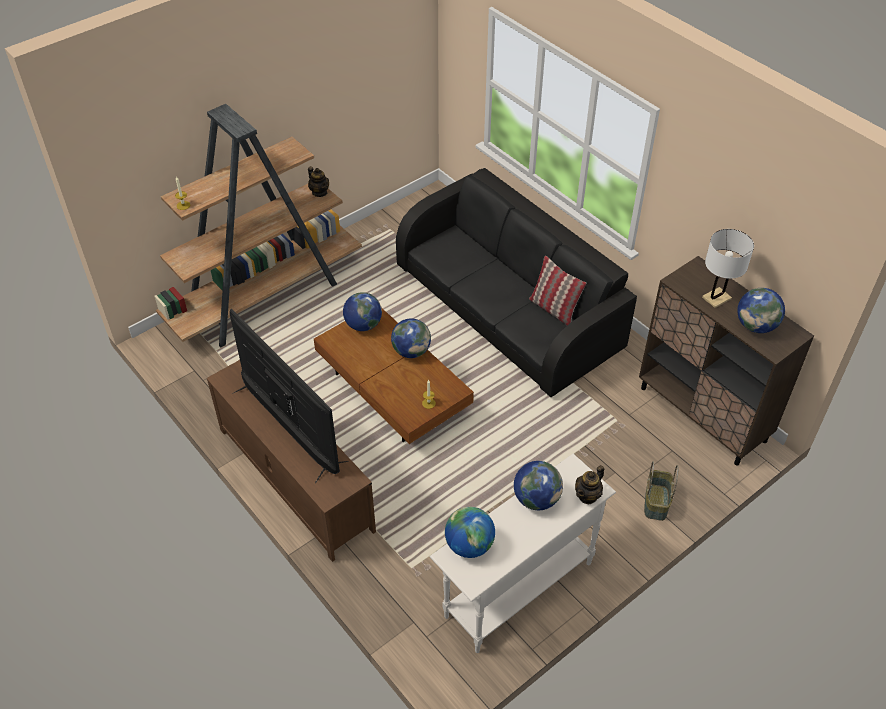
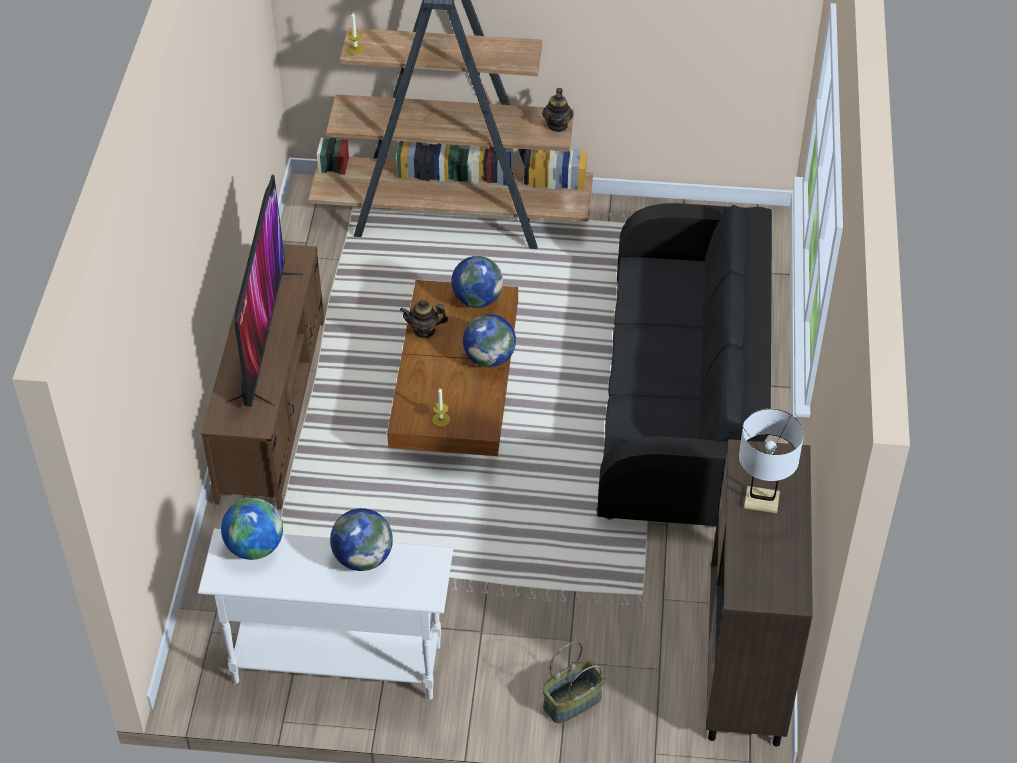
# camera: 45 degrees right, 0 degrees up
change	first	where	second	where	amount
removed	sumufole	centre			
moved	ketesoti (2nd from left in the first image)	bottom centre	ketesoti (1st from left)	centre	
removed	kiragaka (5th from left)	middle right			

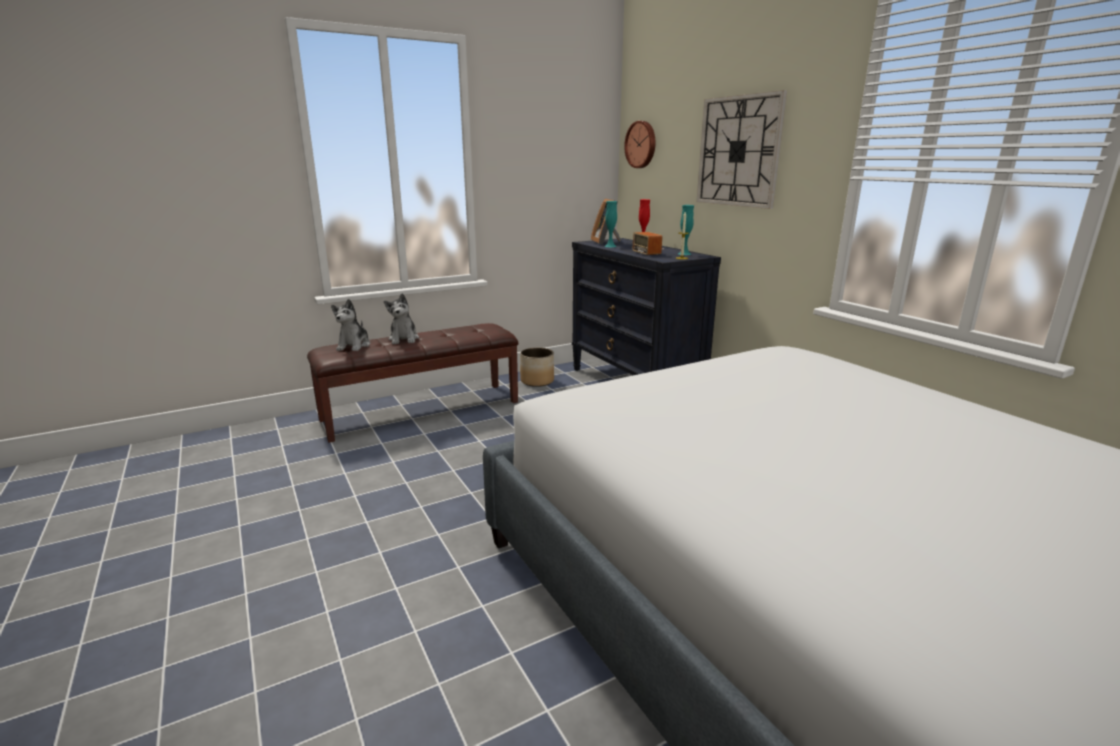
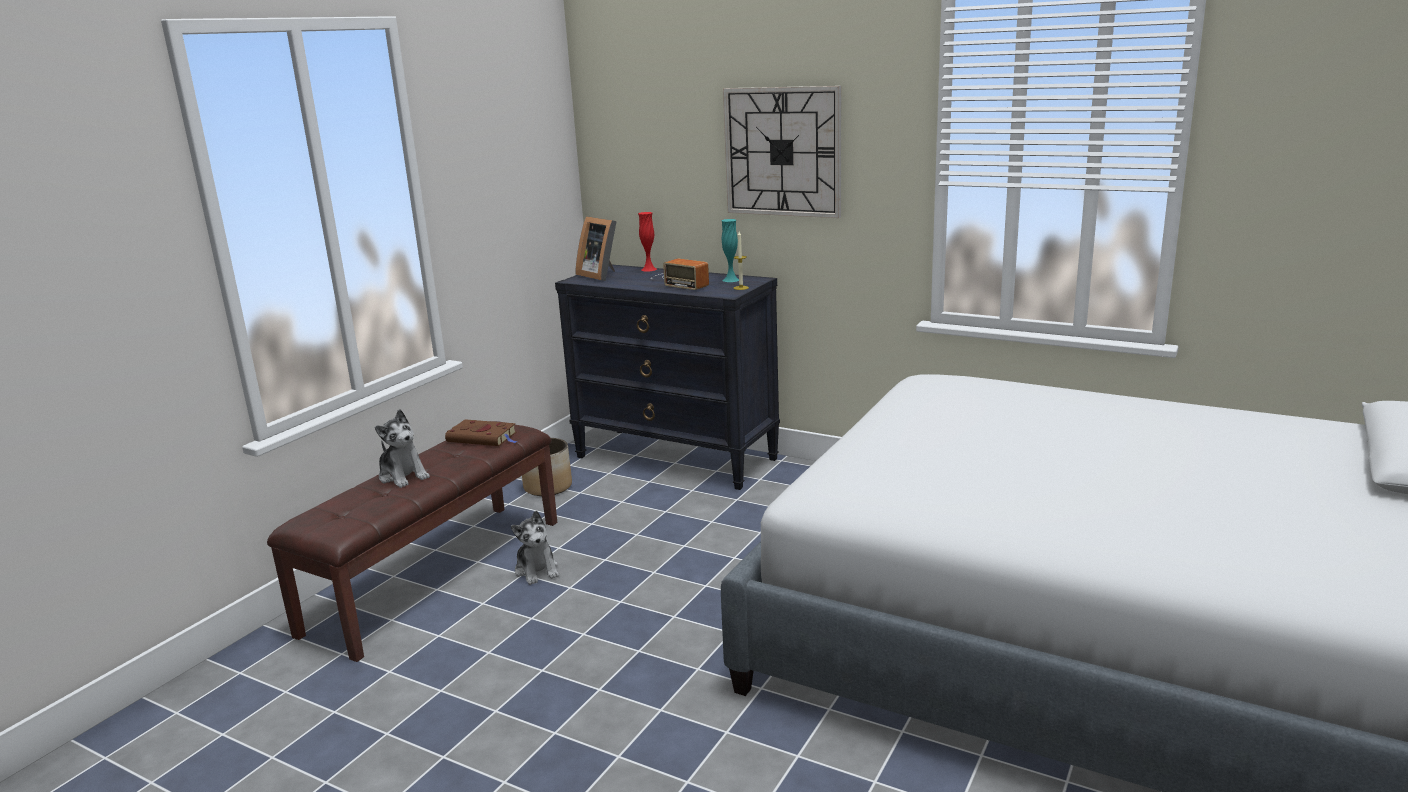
# camera: 30 degrees left, 0 degrees up
change	first	where	second	where	amount
moved	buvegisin (1st from left in the first image)	middle left	buvegisin (2nd from left)	bottom centre	
removed	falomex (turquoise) (1st from left)	top centre			
removed	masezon (1st from left)	top centre			
added			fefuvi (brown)	centre	

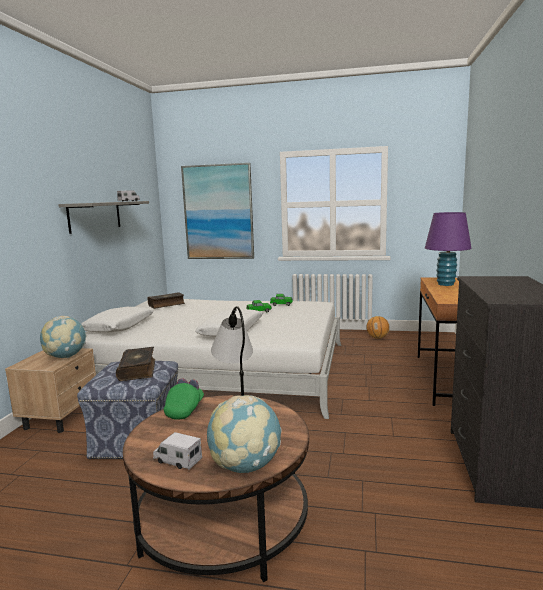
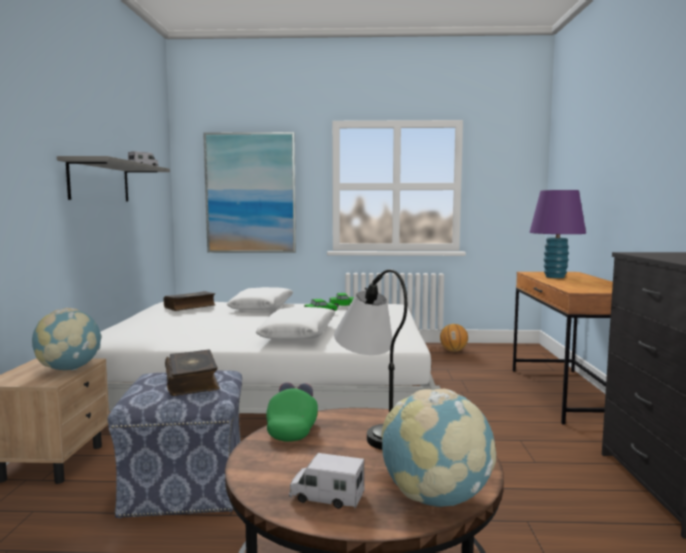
# camera: 10 degrees left, 5 degrees down
change	first	where	second	where	amount
moved	sumufole (white) (1st from left)	middle left		centre	

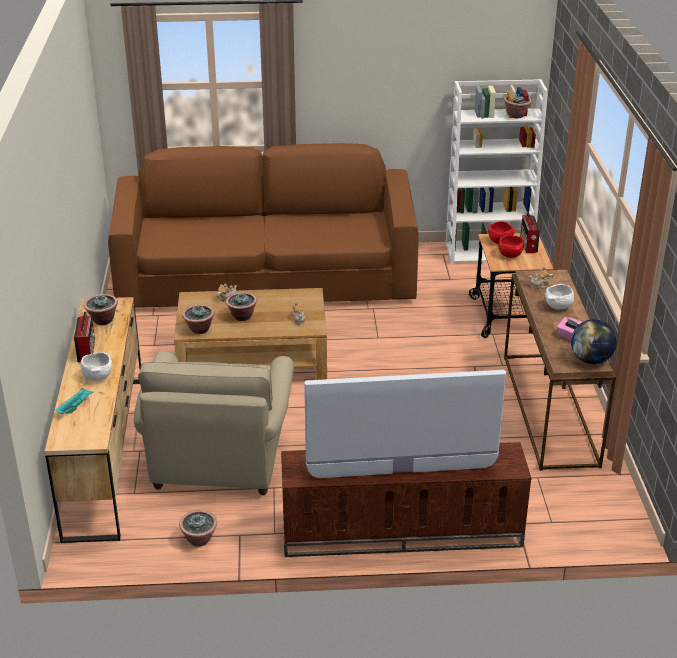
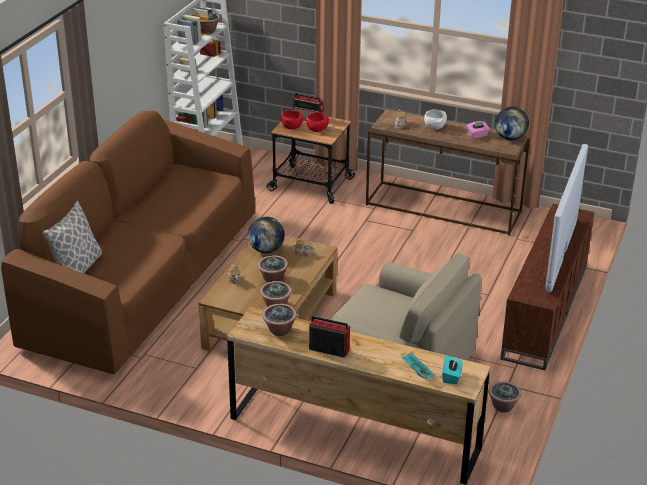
# camera: 65 degrees left, 0 degrees up
change	first	where	second	where	amount
removed	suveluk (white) (1st from left)	middle left			
added			sumufole	middle left	
added			kiragaka (1st from left)	centre	
added			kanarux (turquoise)	bottom right	

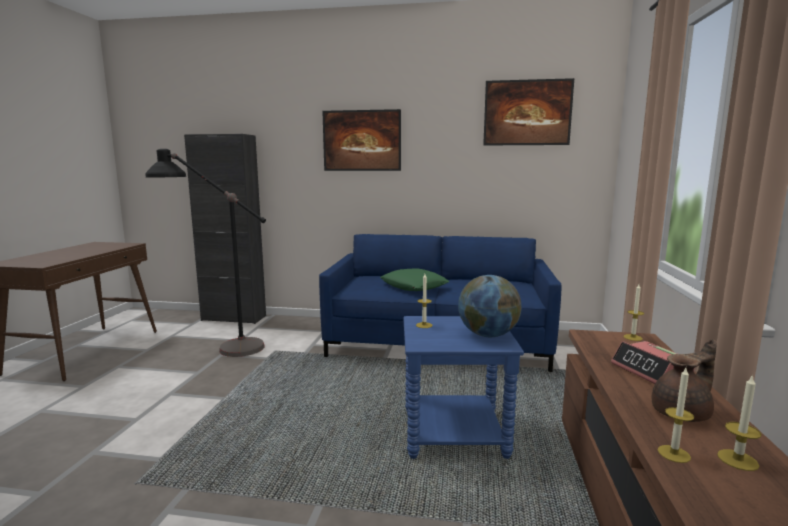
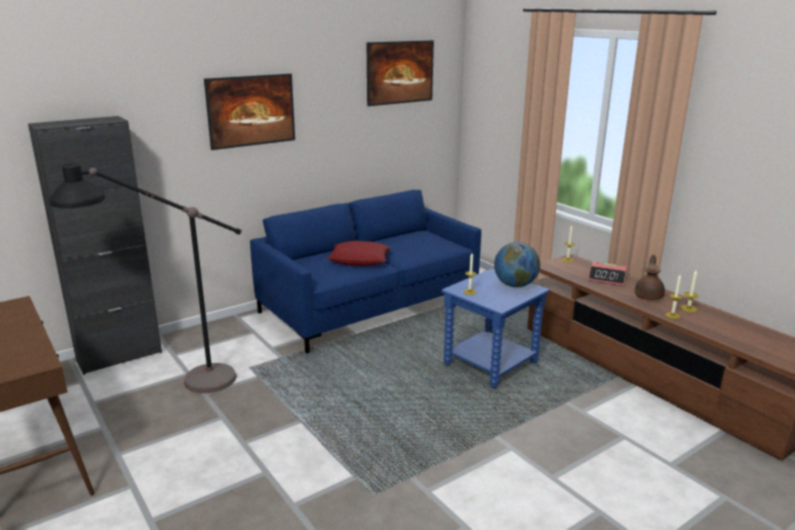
# camera: 45 degrees left, 10 degrees up
change	first	where	second	where	amount
recoloured	sumufole (green)	centre	sumufole (red)	centre	

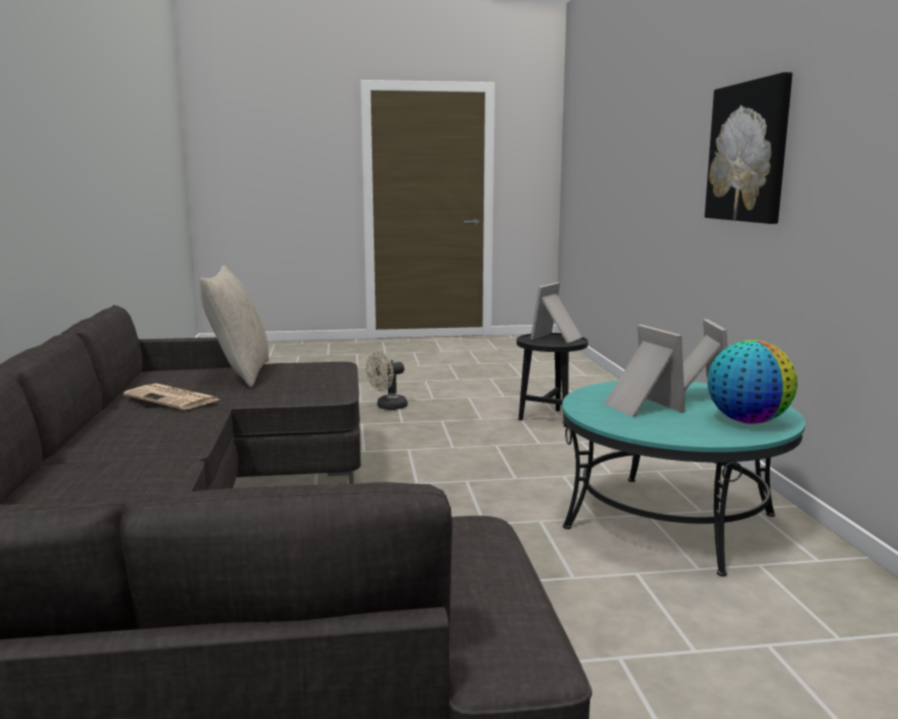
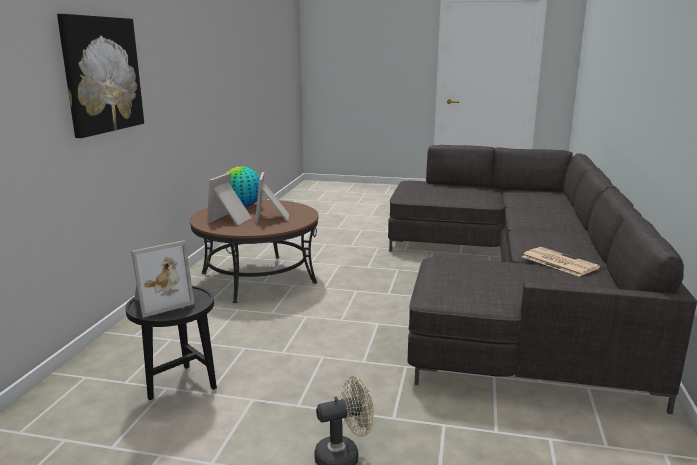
# camera: 160 degrees left, 5 degrees up
change	first	where	second	where	amount
removed	sumufole (beige)	middle left			
recoloured	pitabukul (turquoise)	middle right	pitabukul (brown)	centre	

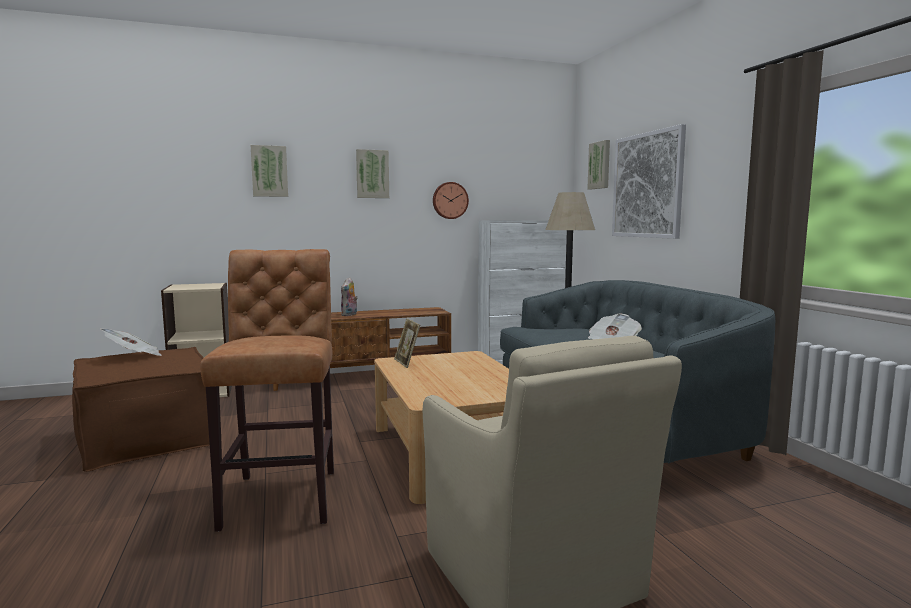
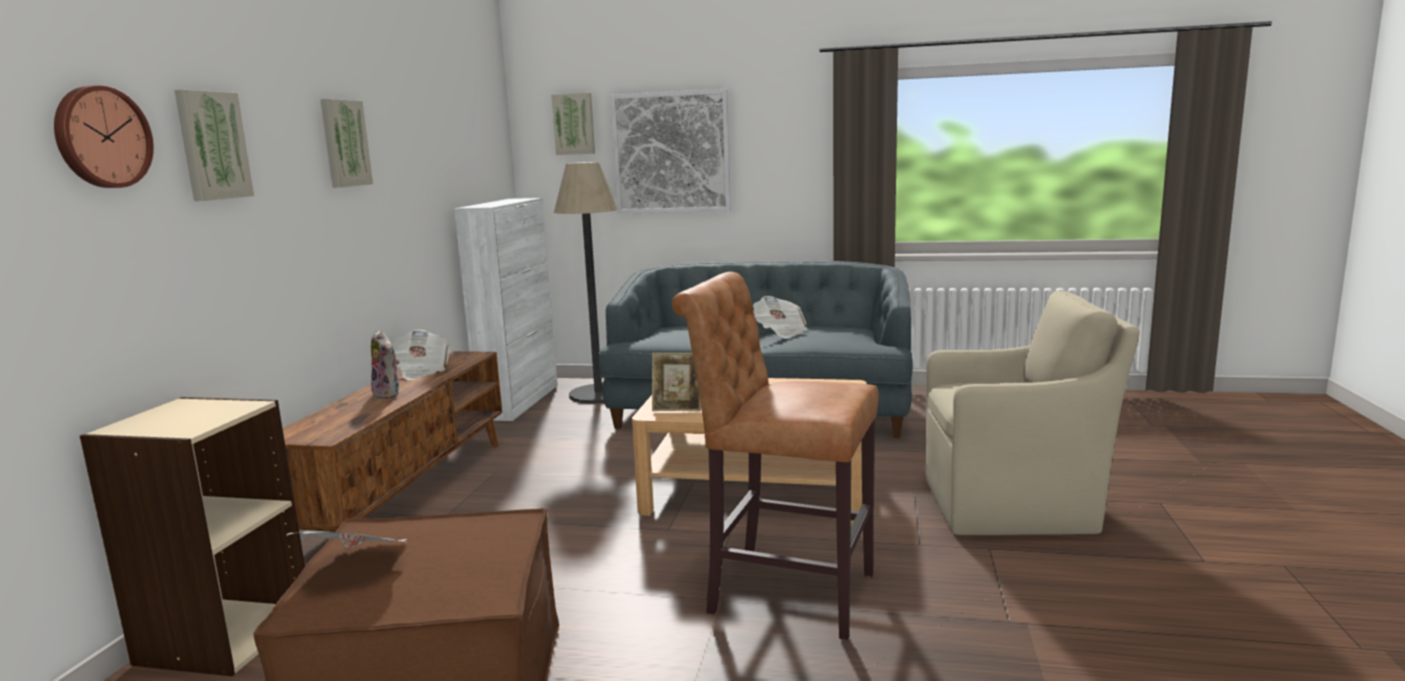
# camera: 60 degrees left, 5 degrees up
change	first	where	second	where	amount
moved	masezon	top centre		top left	
added			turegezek (2nd from left)	middle left	

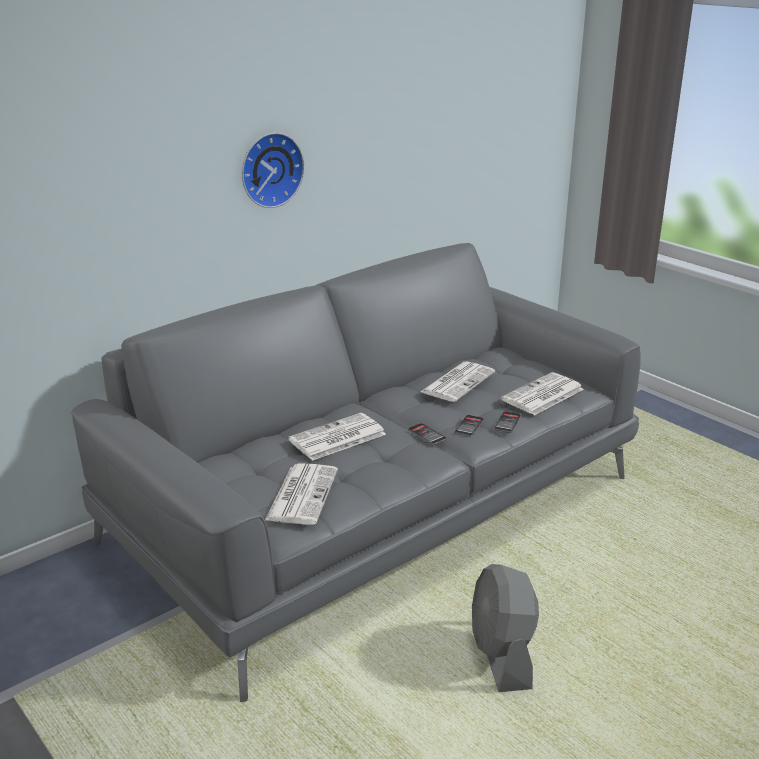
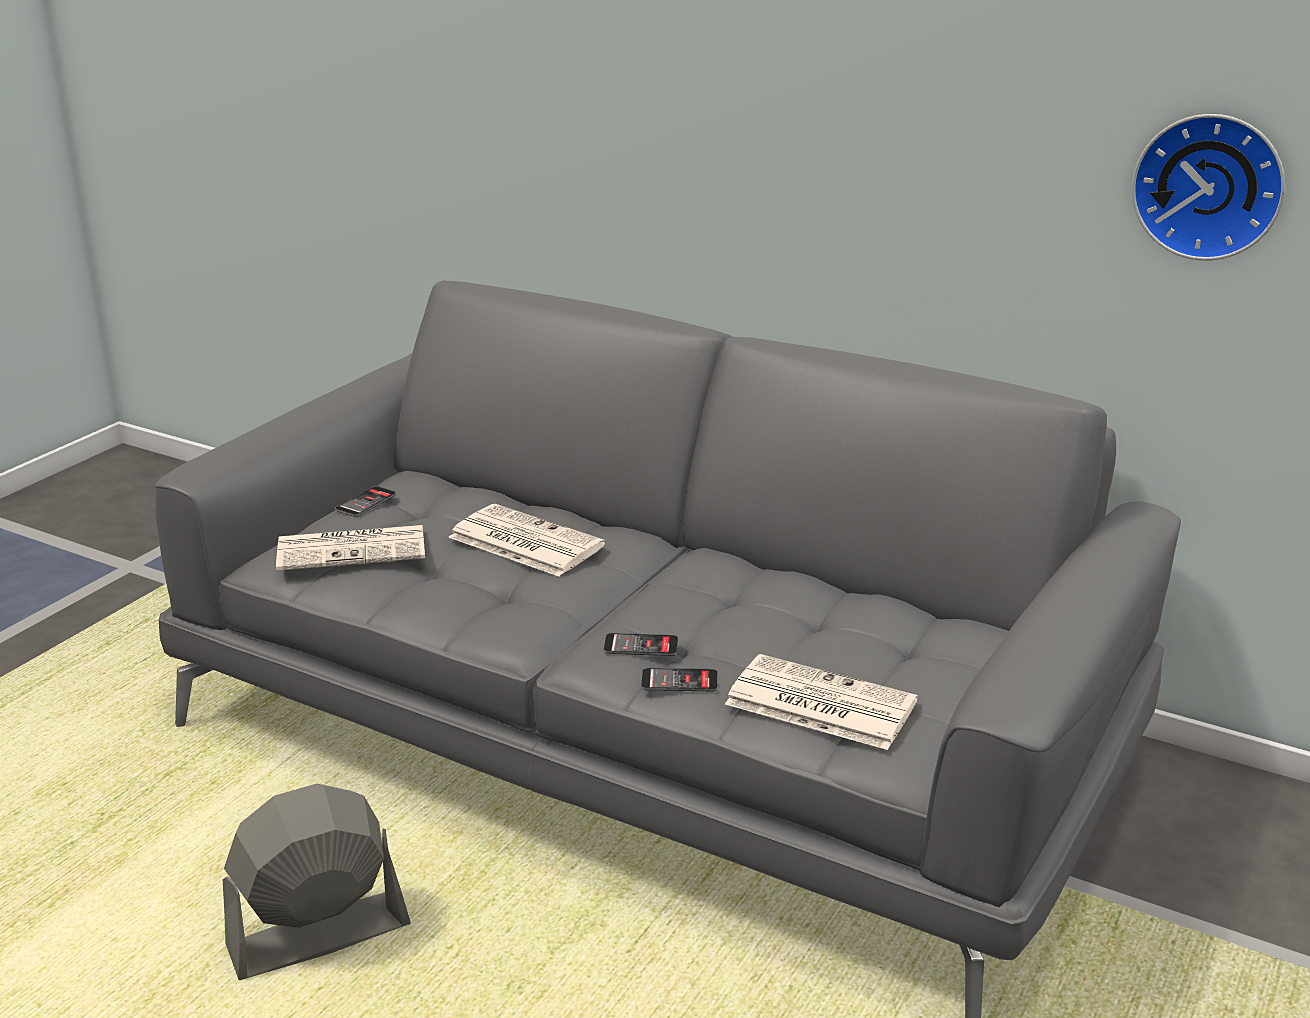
# camera: 70 degrees right, 0 degrees up
change	first	where	second	where	amount
moved	masezon	top centre		top right	
moved	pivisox (1st from left)	centre		middle left	
removed	turegezek (3rd from left)	centre			

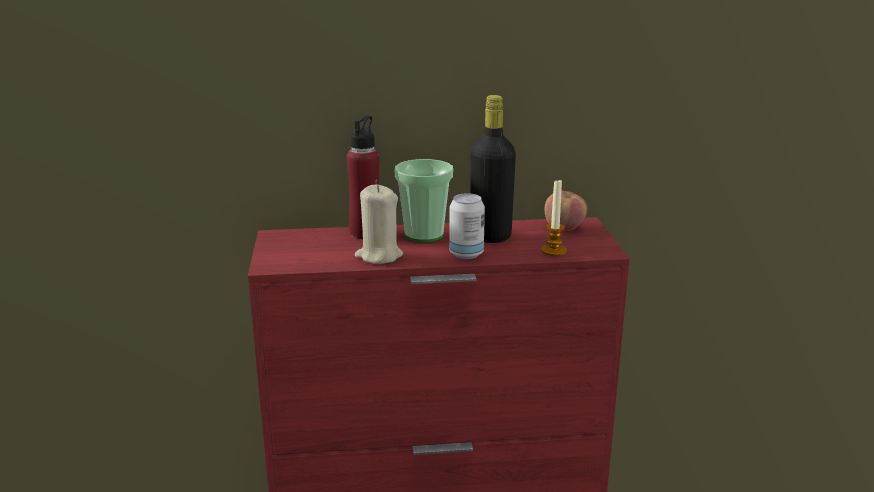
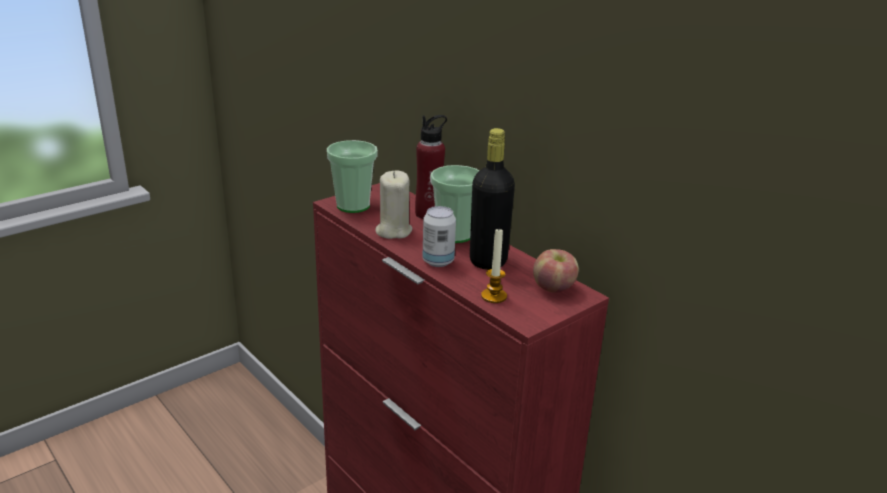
# camera: 55 degrees right, 5 degrees up
change	first	where	second	where	amount
added			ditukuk (1st from left)	centre	

